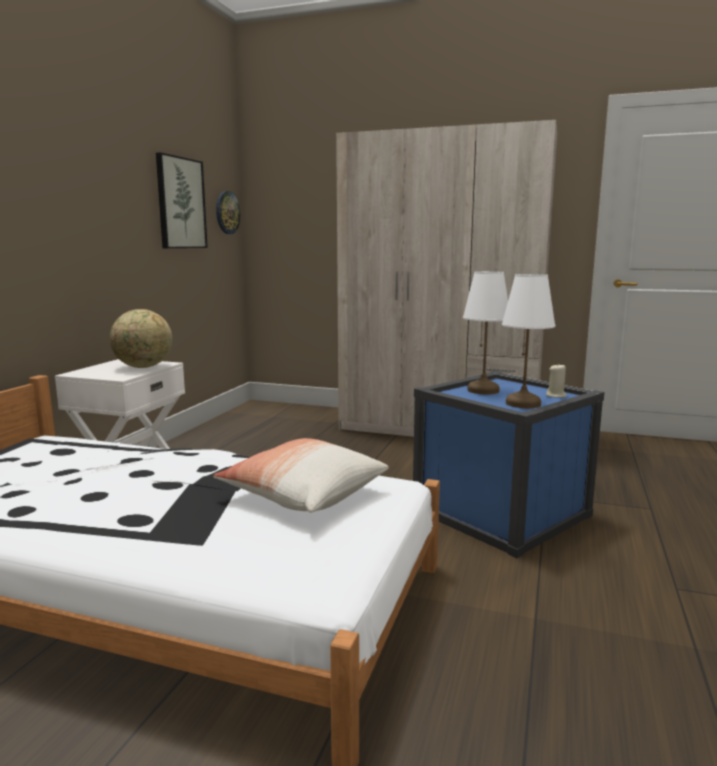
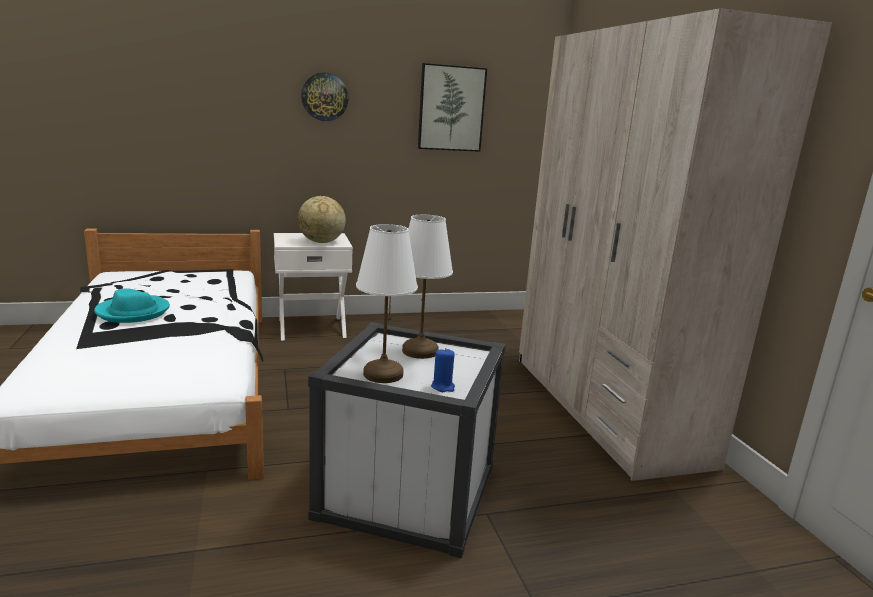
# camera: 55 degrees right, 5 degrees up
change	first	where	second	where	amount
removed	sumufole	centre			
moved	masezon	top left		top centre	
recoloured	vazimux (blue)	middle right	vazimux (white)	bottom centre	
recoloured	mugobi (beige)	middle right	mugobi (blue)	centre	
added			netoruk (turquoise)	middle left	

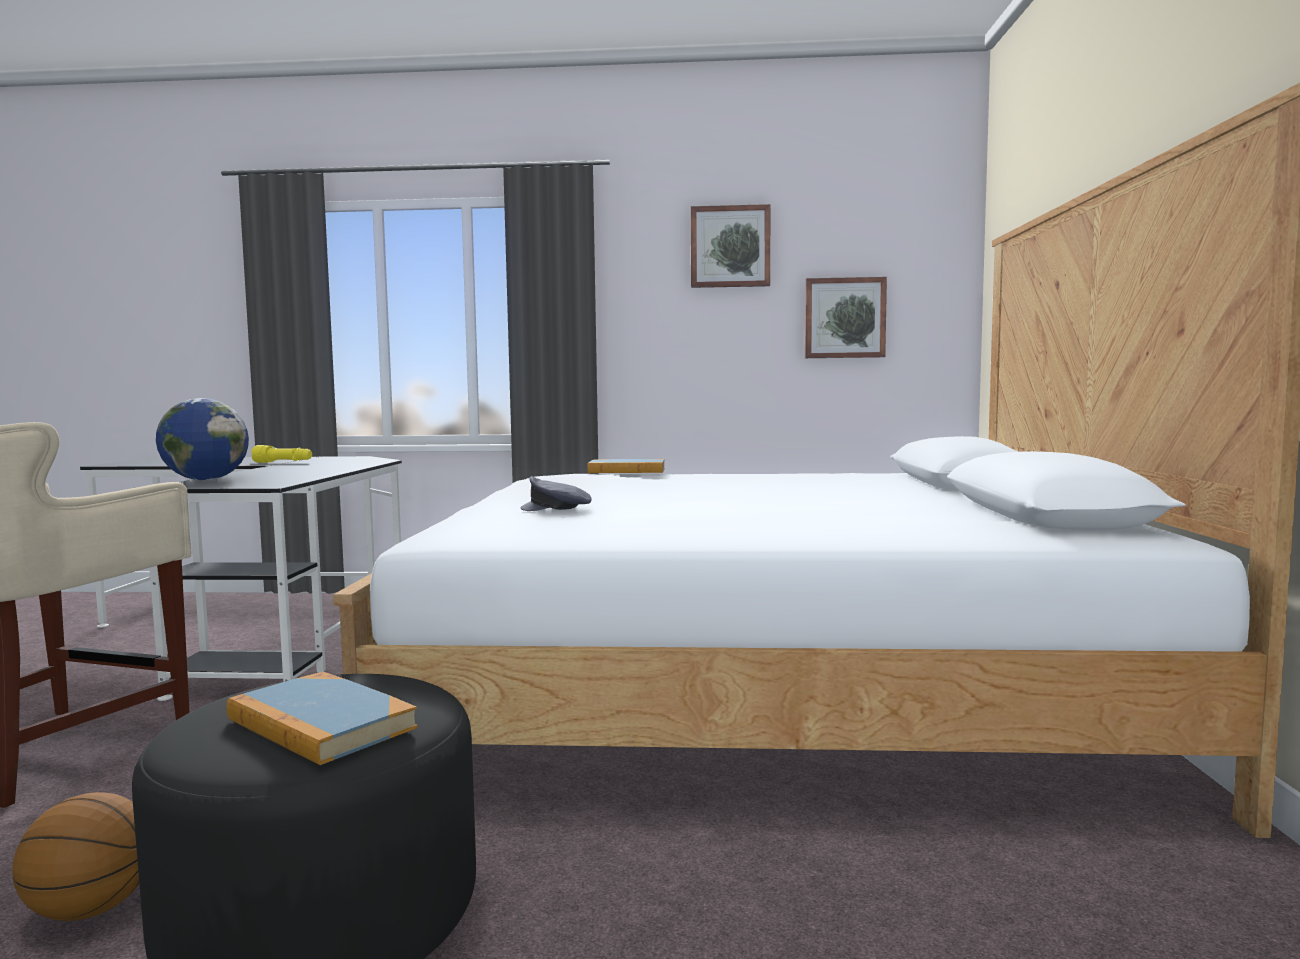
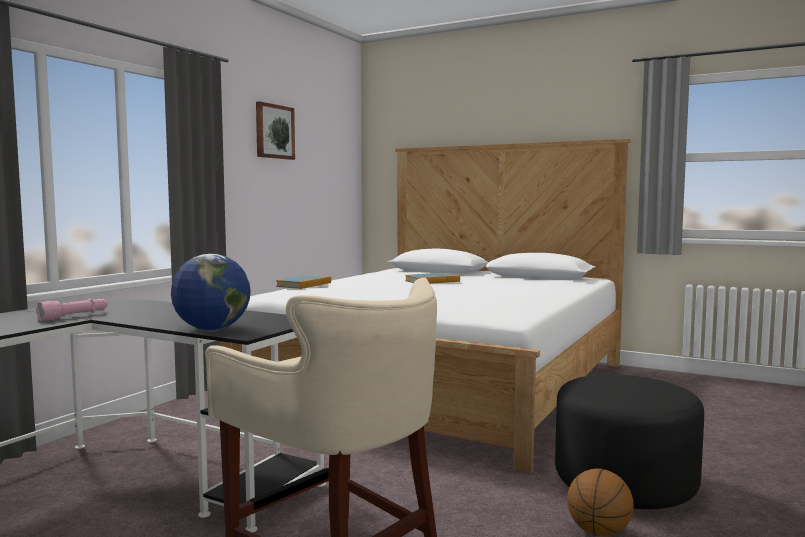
# camera: 65 degrees left, 0 degrees up
change	first	where	second	where	amount
moved	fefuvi (1st from left in the first image)	bottom left	fefuvi (2nd from left)	centre	
recoloured	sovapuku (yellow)	middle left	sovapuku (pink)	middle left	
removed	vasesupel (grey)	centre			
removed	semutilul (2nd from left)	top centre			

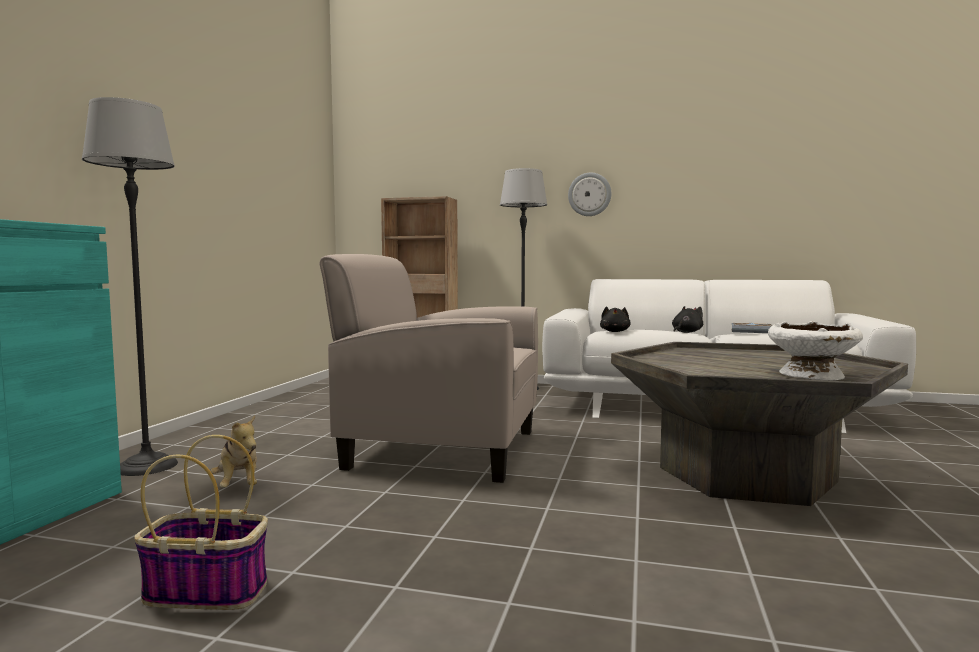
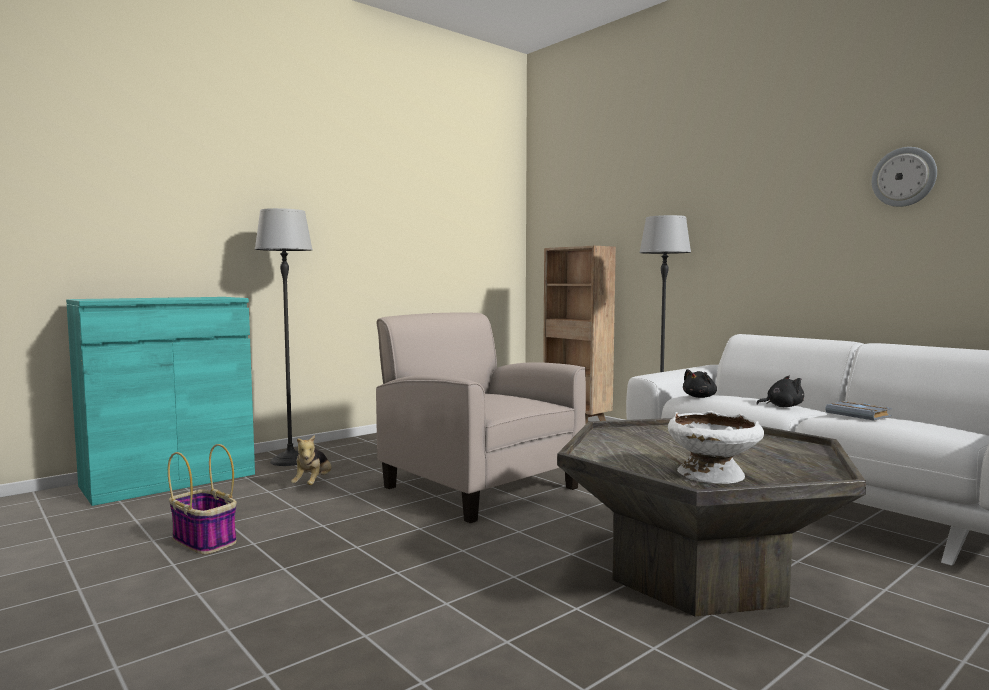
# camera: 35 degrees right, 0 degrees up
change	first	where	second	where	amount
moved	masezon	top centre		top right	

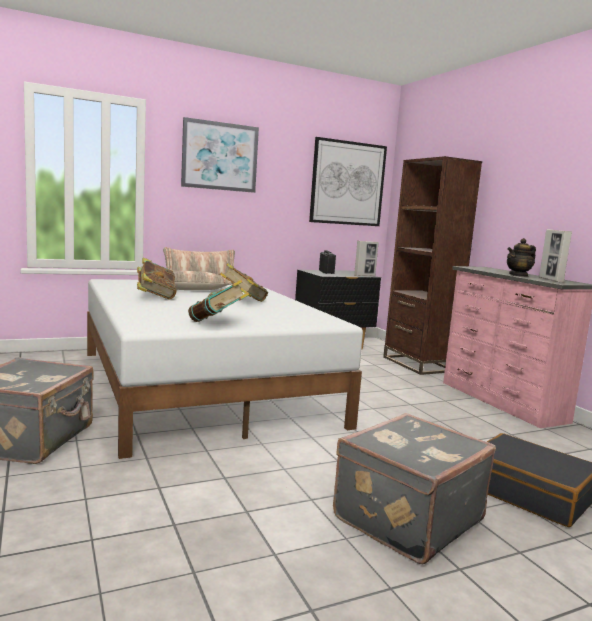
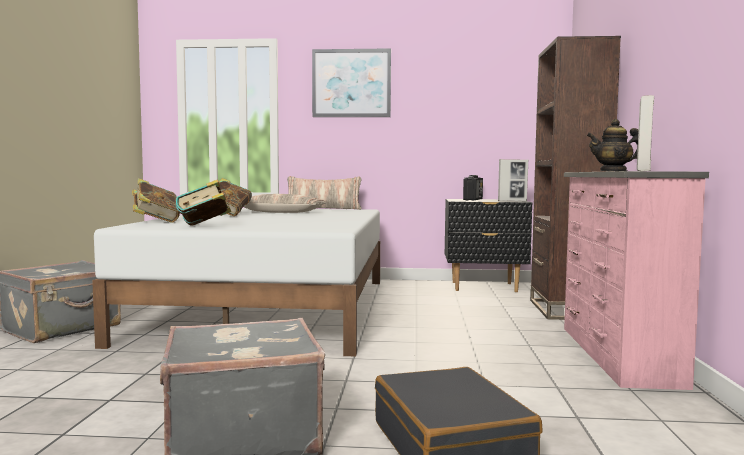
# camera: 30 degrees right, 5 degrees down
change	first	where	second	where	amount
moved	fefuvi (3rd from left in the first image)	centre	fefuvi (1st from left)	middle left	
removed	semutilul (2nd from left)	top centre			

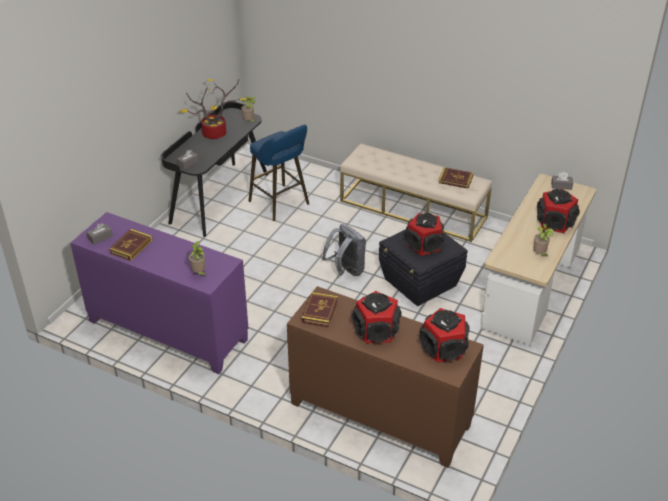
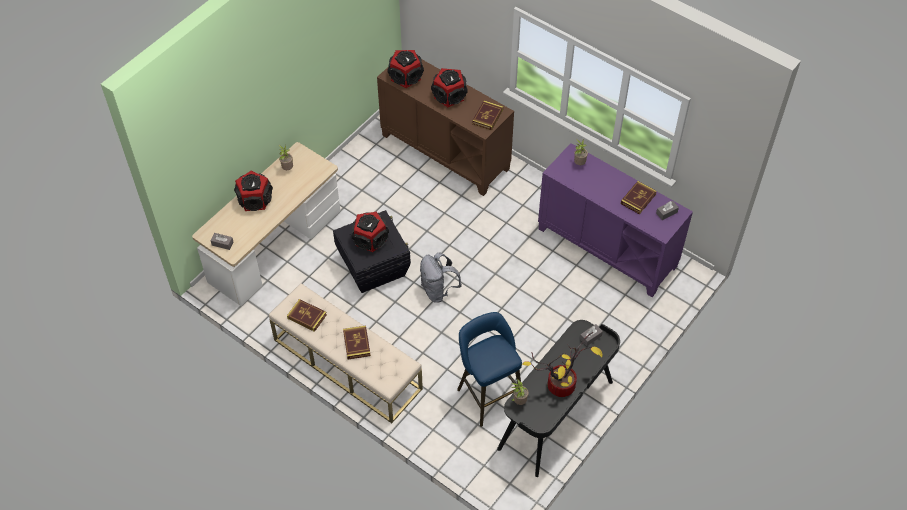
# camera: 170 degrees left, 15 degrees up
change	first	where	second	where	amount
added			fefuvi (2nd from left)	bottom centre	

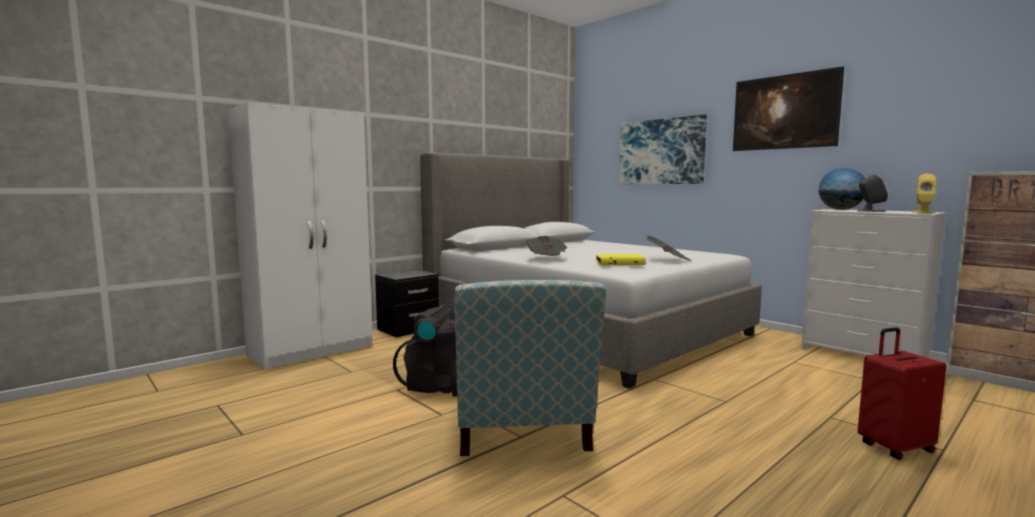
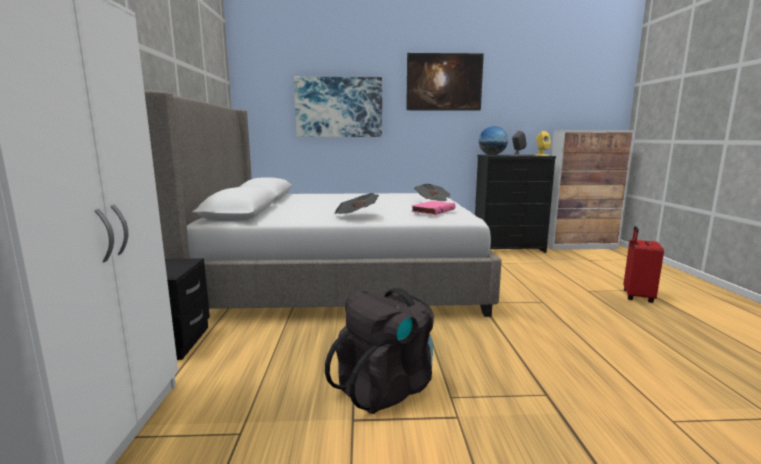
# camera: 50 degrees left, 5 degrees up
change	first	where	second	where	amount
removed	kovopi	bottom centre			
recoloured	fefuvi (yellow)	centre	fefuvi (pink)	centre	
recoloured	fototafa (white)	middle right	fototafa (black)	middle right	

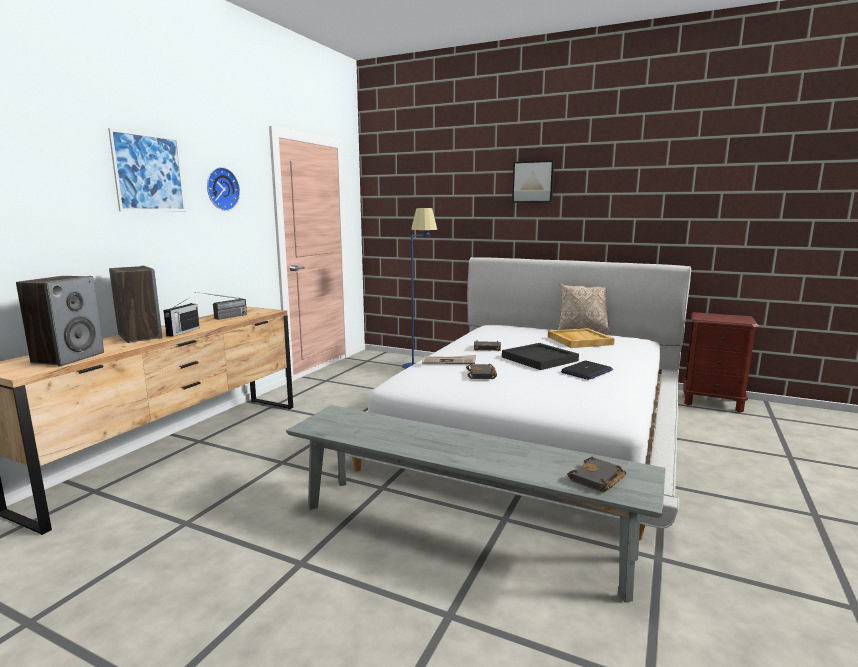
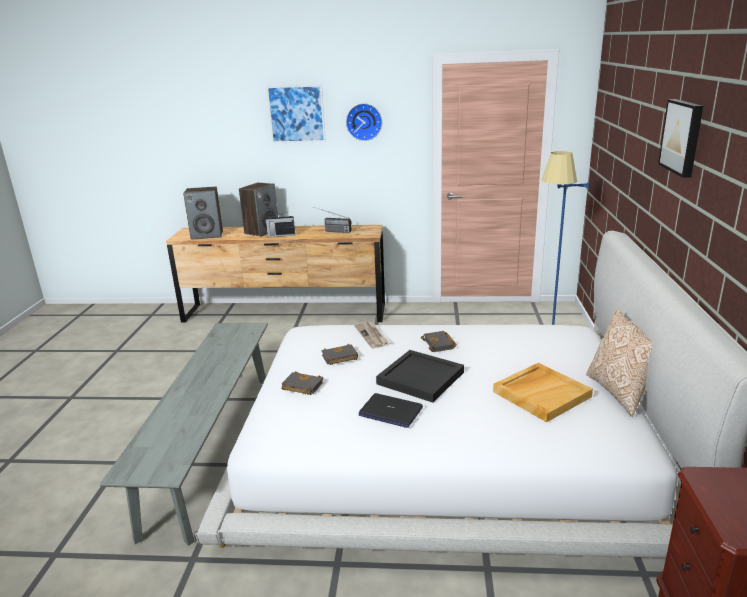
# camera: 70 degrees right, 10 degrees up
change	first	where	second	where	amount
moved	fefuvi (black) (3rd from left in the first image)	bottom right	fefuvi (black) (1st from left)	centre	

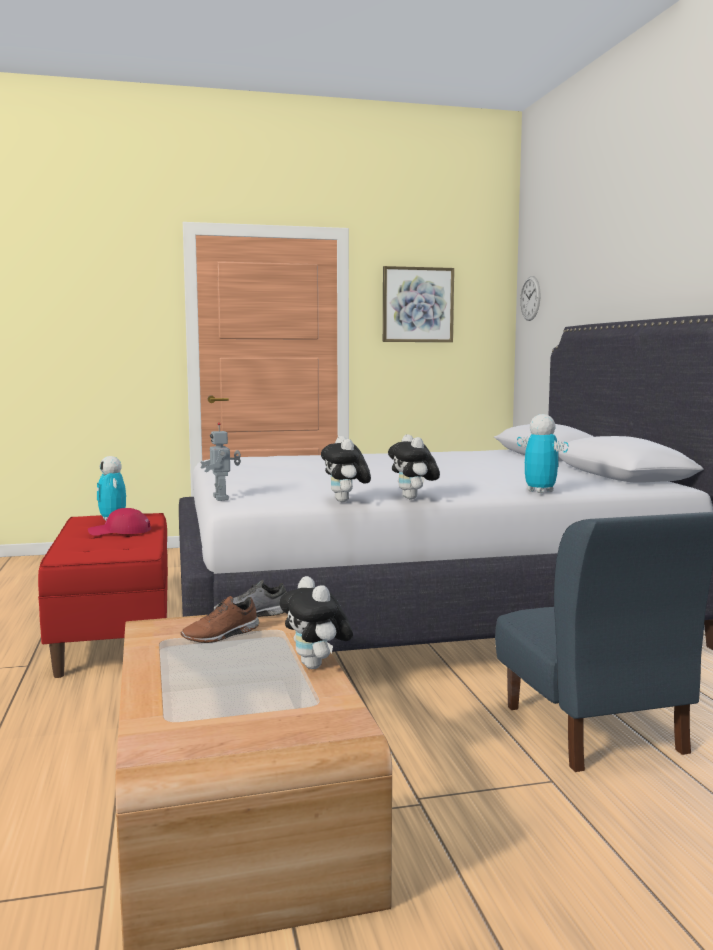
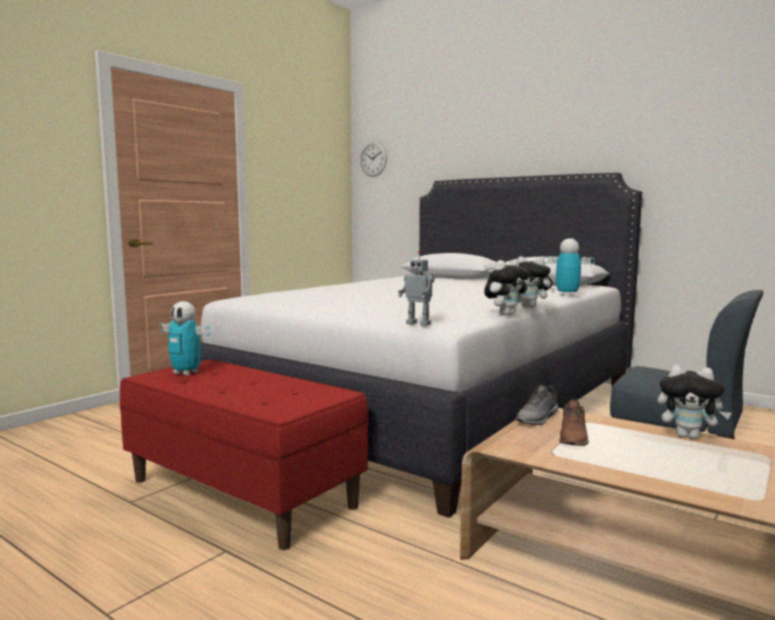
# camera: 40 degrees left, 0 degrees up
change	first	where	second	where	amount
removed	vasesupel (red)	middle left			
turned	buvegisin (2nd from left in the first image)	centre	buvegisin (1st from left)	centre	75 degrees counterclockwise
removed	semutilul	top centre			

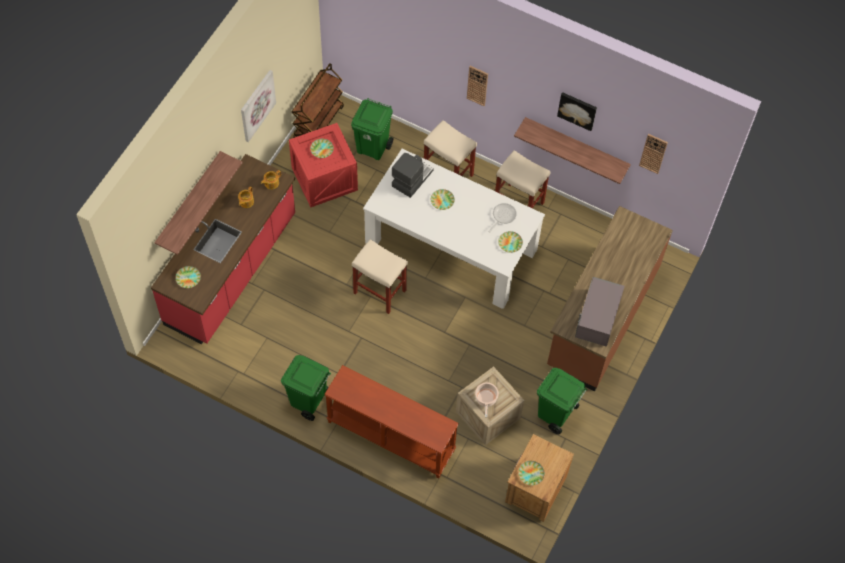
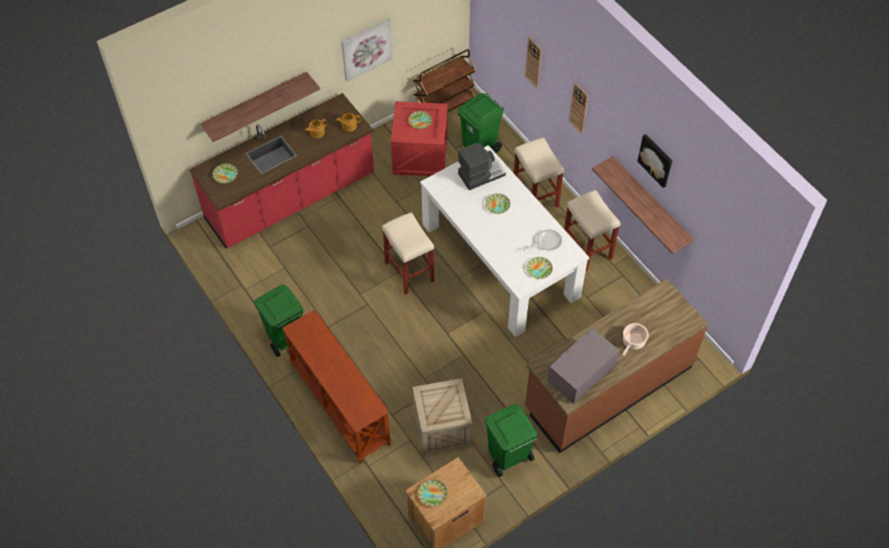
# camera: 30 degrees right, 5 degrees down
change	first	where	second	where	amount
moved	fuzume	bottom centre		middle right	
moved	masezon (2nd from left in the first image)	top right	masezon (1st from left)	top centre	

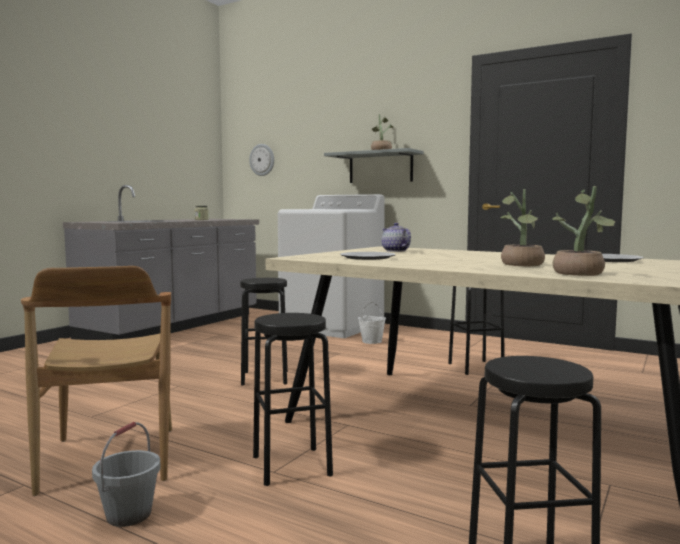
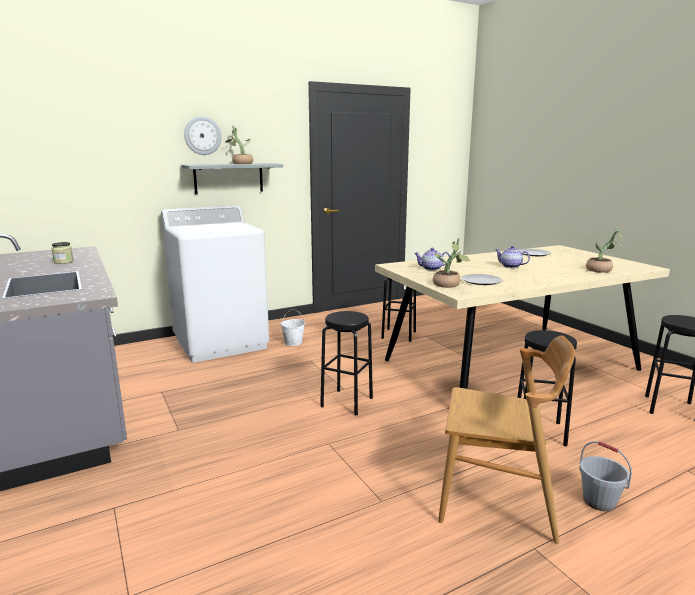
# camera: 60 degrees left, 10 degrees up
change	first	where	second	where	amount
moved	masezon	top centre		top left	
moved	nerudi (2nd from left)	middle right		centre	
added			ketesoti (2nd from left)	middle right	

